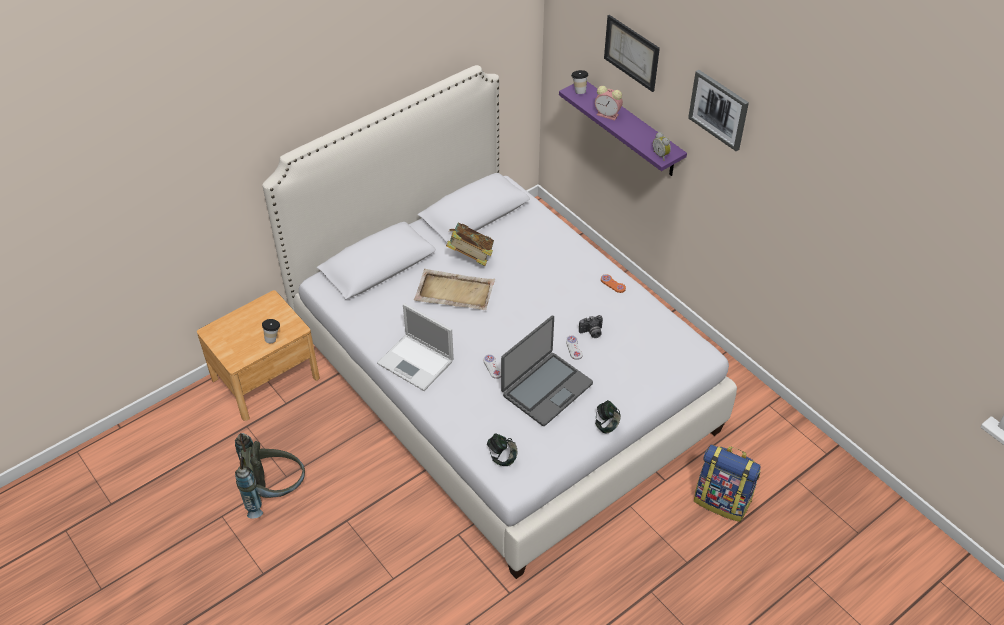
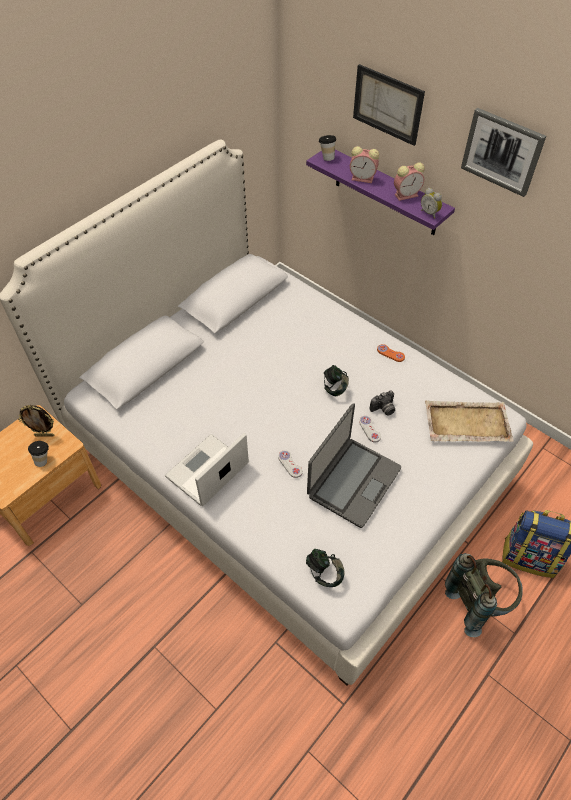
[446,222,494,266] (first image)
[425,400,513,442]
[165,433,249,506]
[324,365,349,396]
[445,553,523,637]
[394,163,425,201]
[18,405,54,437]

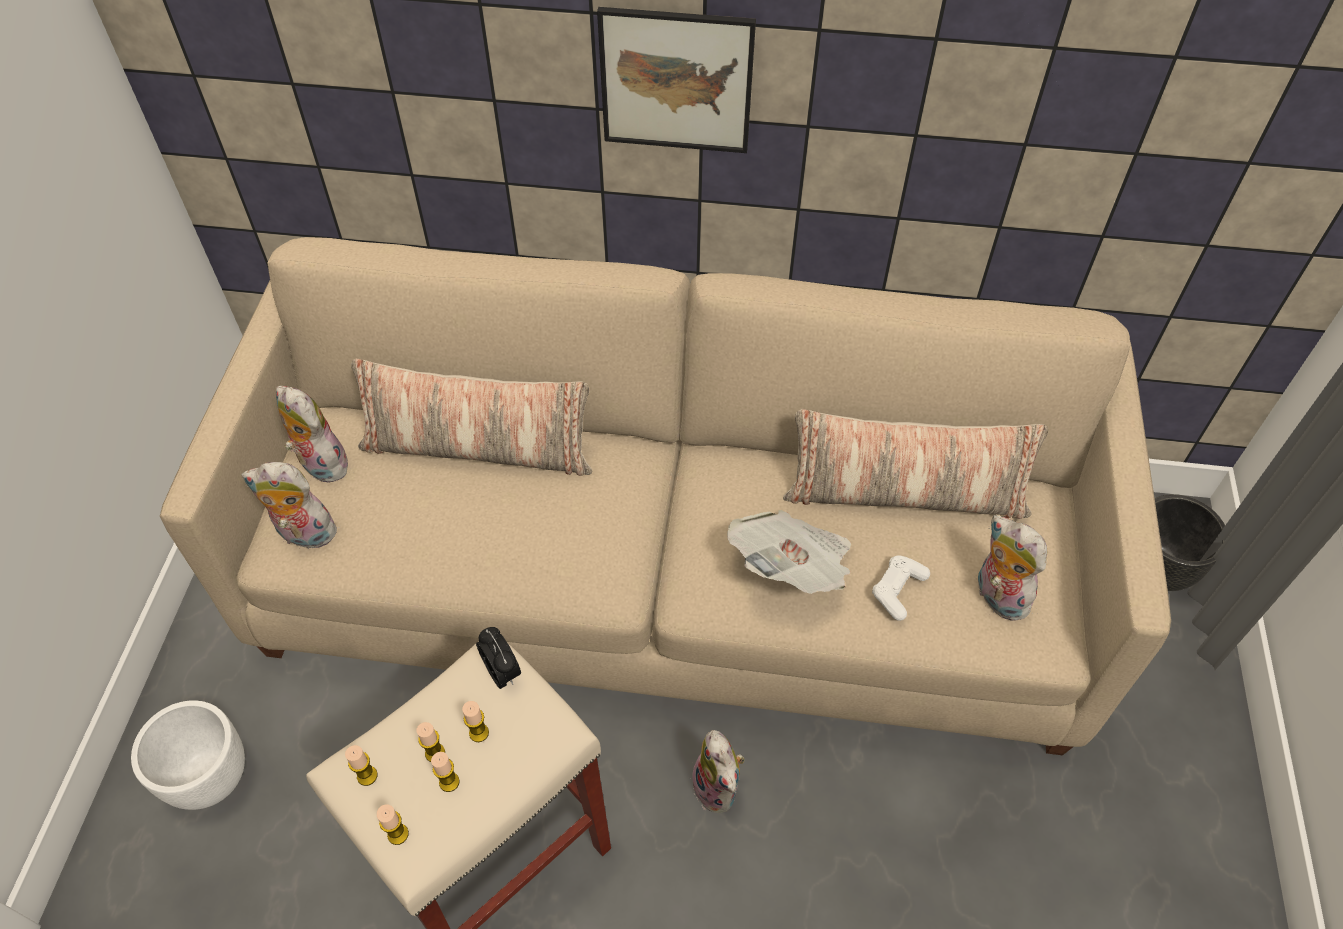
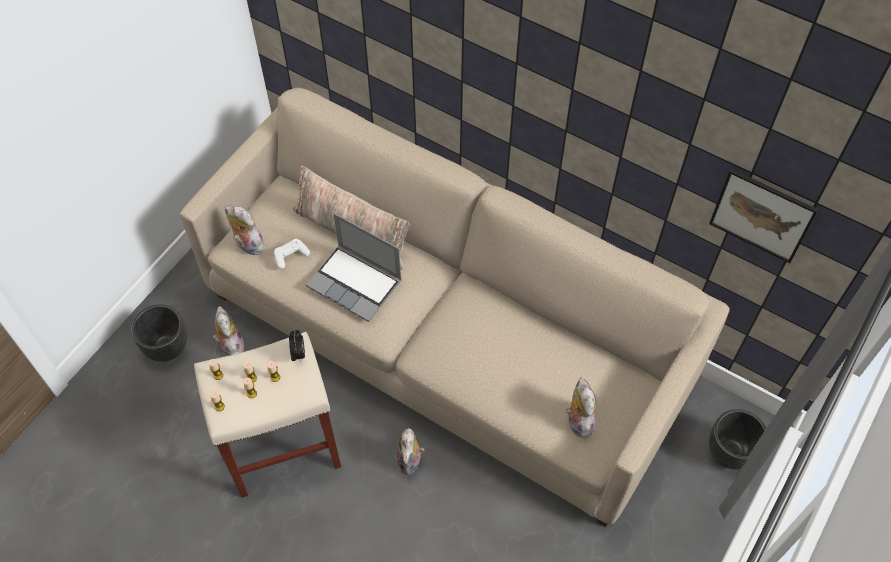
[709,169,819,263]
[213,306,245,356]
[783,409,1048,519] (first image)
[727,510,851,594] (first image)
[274,239,310,269]
[131,304,187,362]
[306,213,402,322]

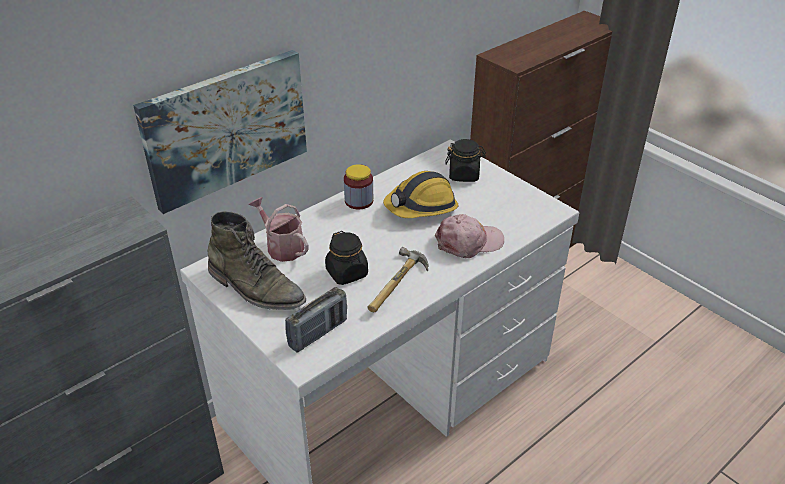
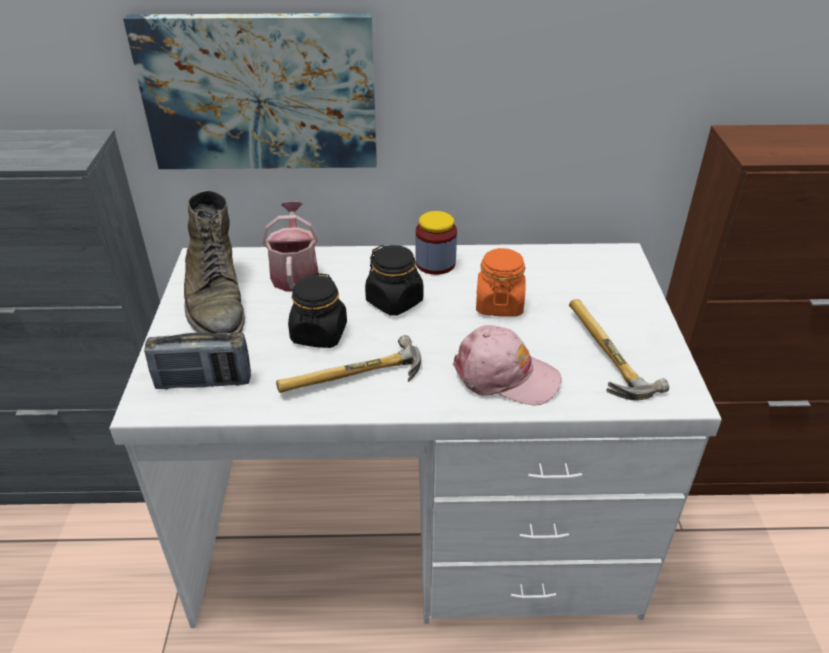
[365,245,423,316]
[476,248,526,317]
[569,299,669,401]

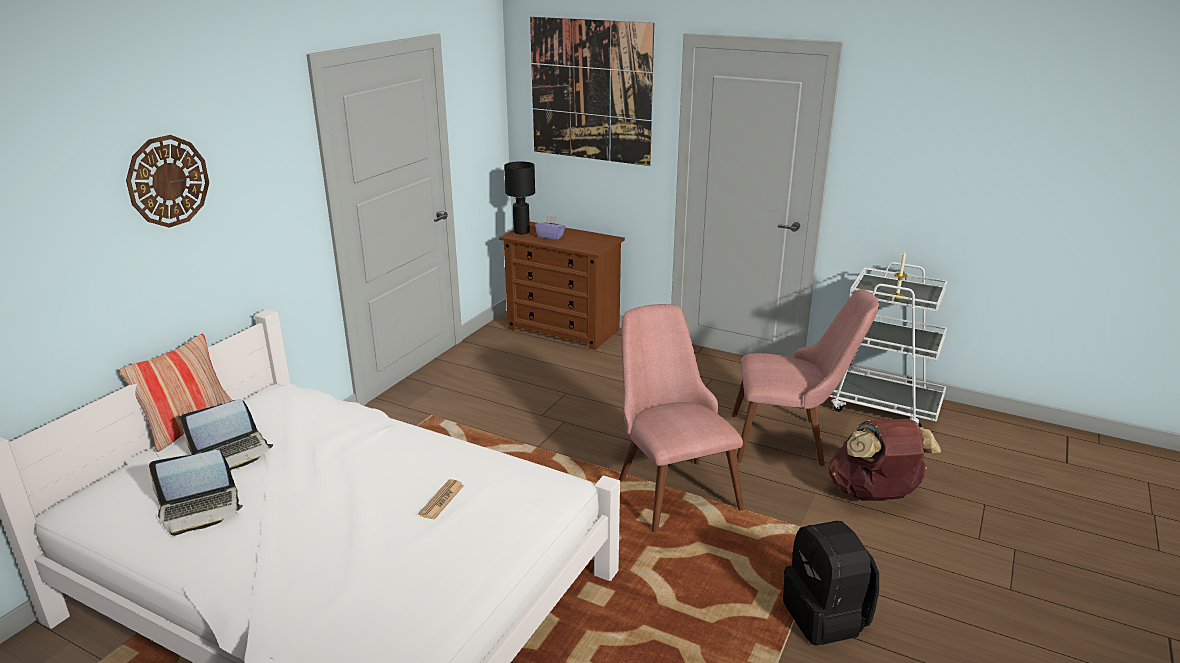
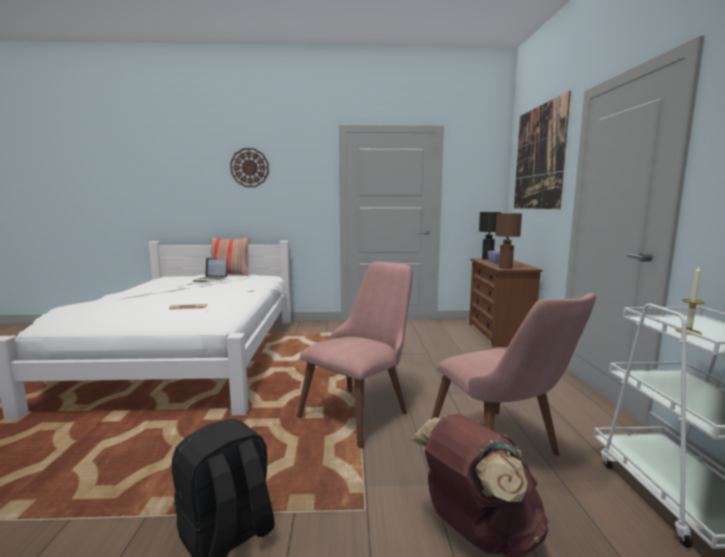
[149,450,243,536] (first image)
[495,213,522,269]

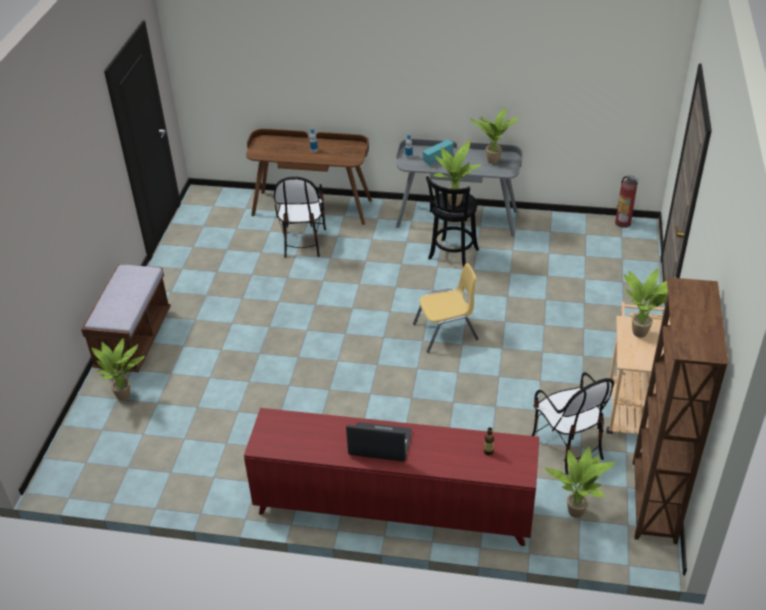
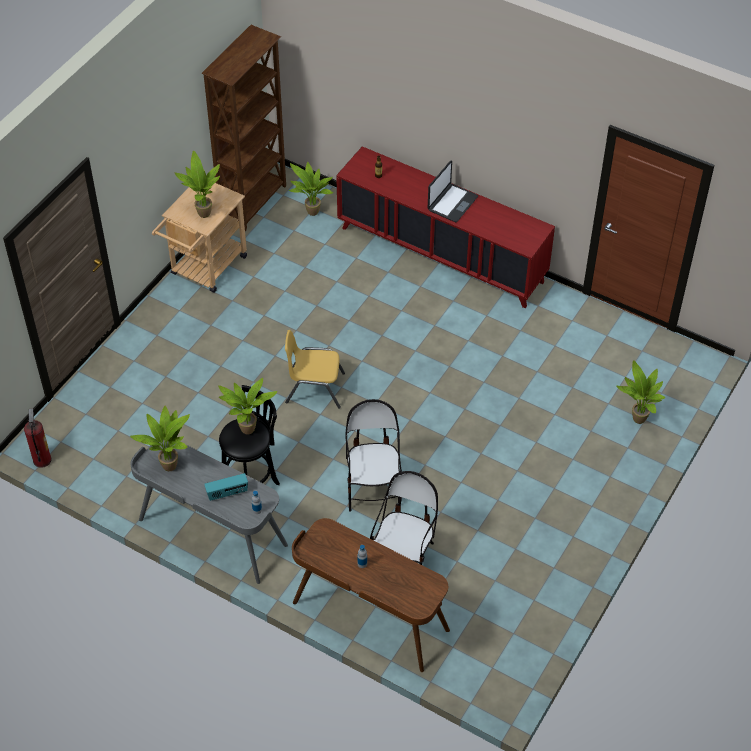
[81,264,171,372] (first image)
[345,399,402,511]
[428,161,478,222]

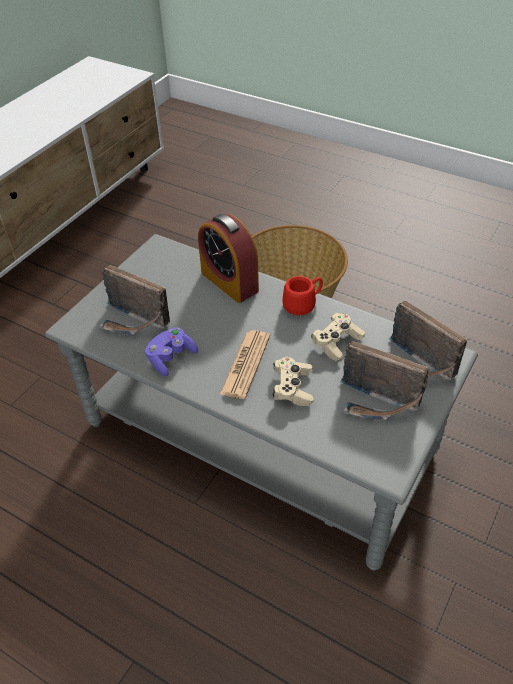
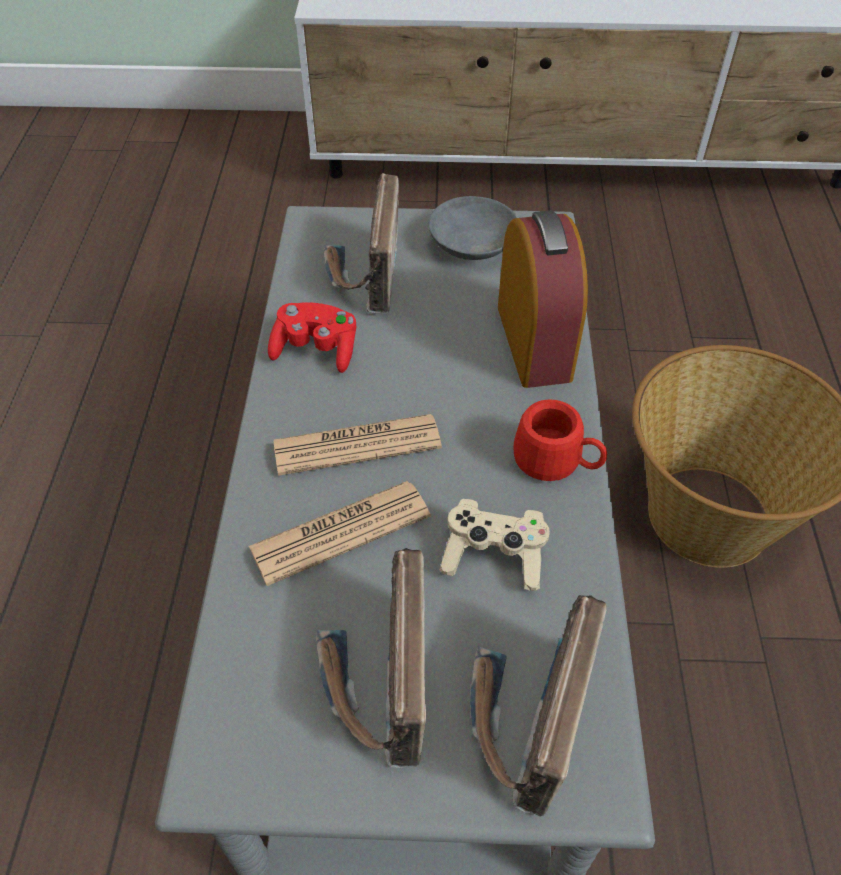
[498,210,588,388]
[268,303,356,373]
[249,481,431,586]
[428,196,518,260]

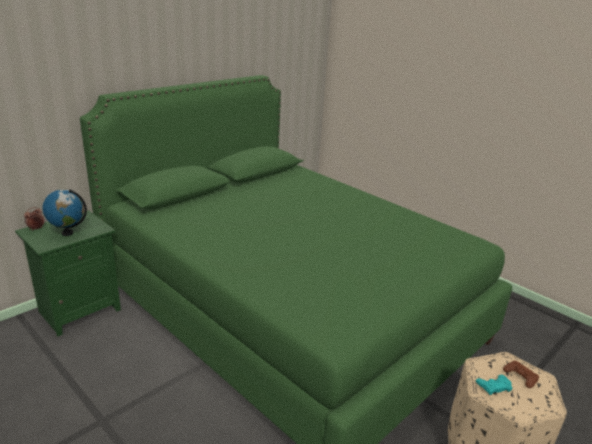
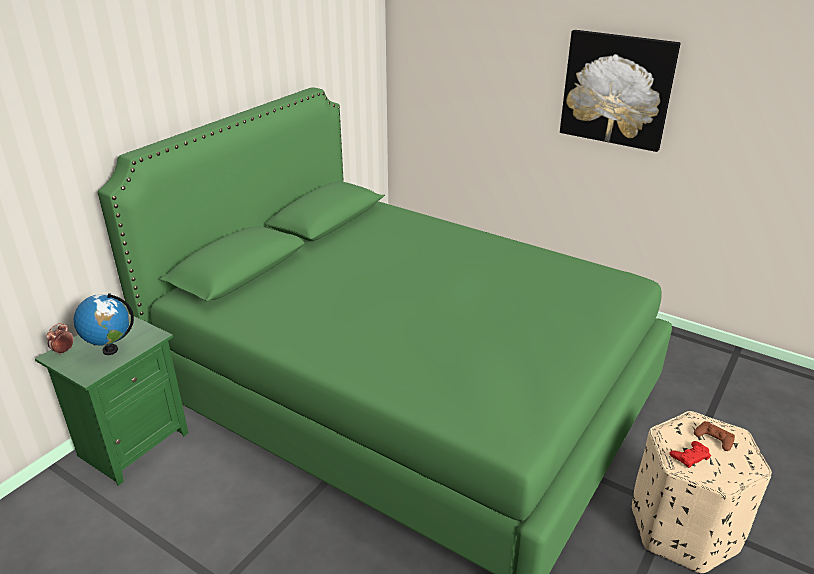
[669,441,711,468]
[560,30,681,152]

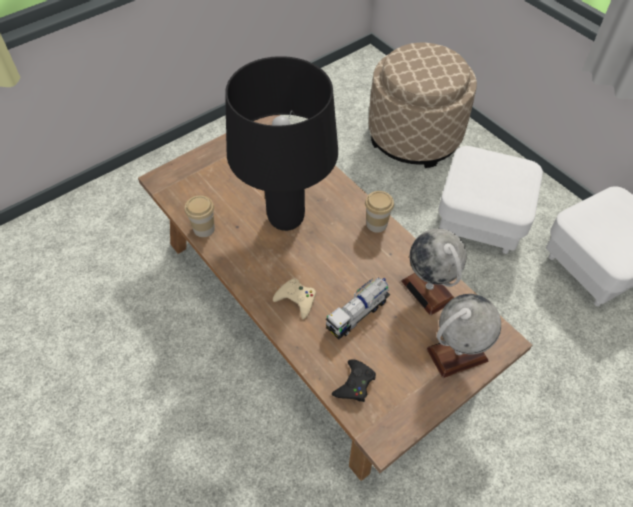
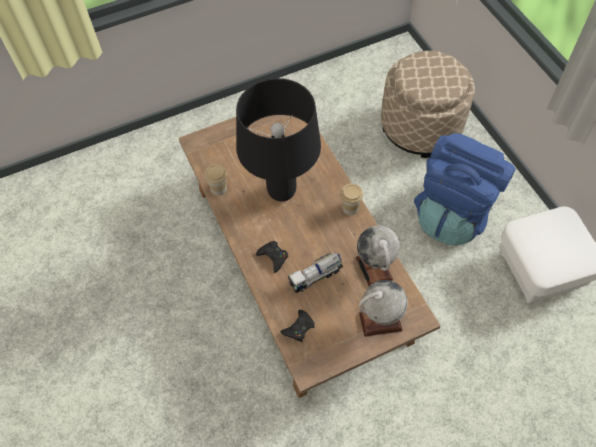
[414,133,516,245]
[256,241,288,273]

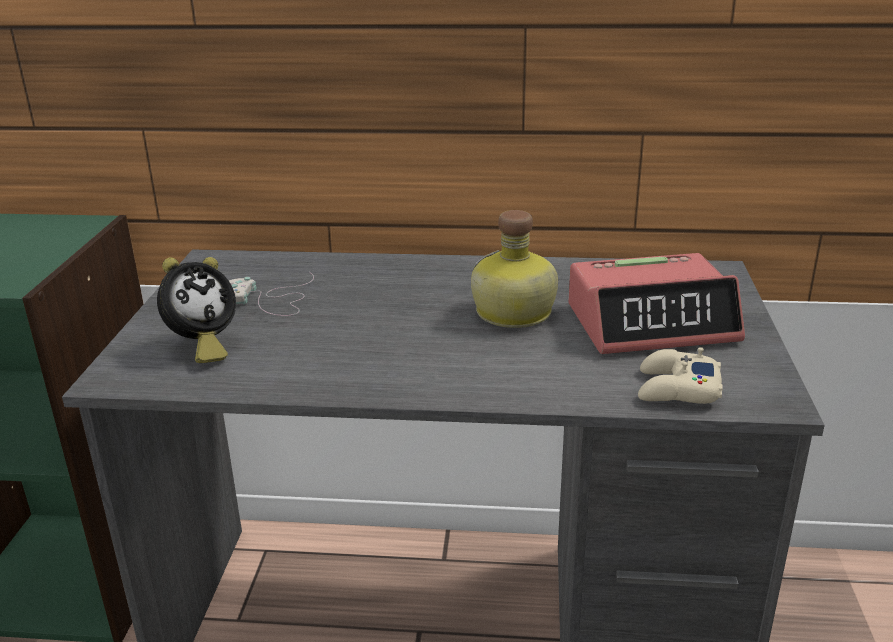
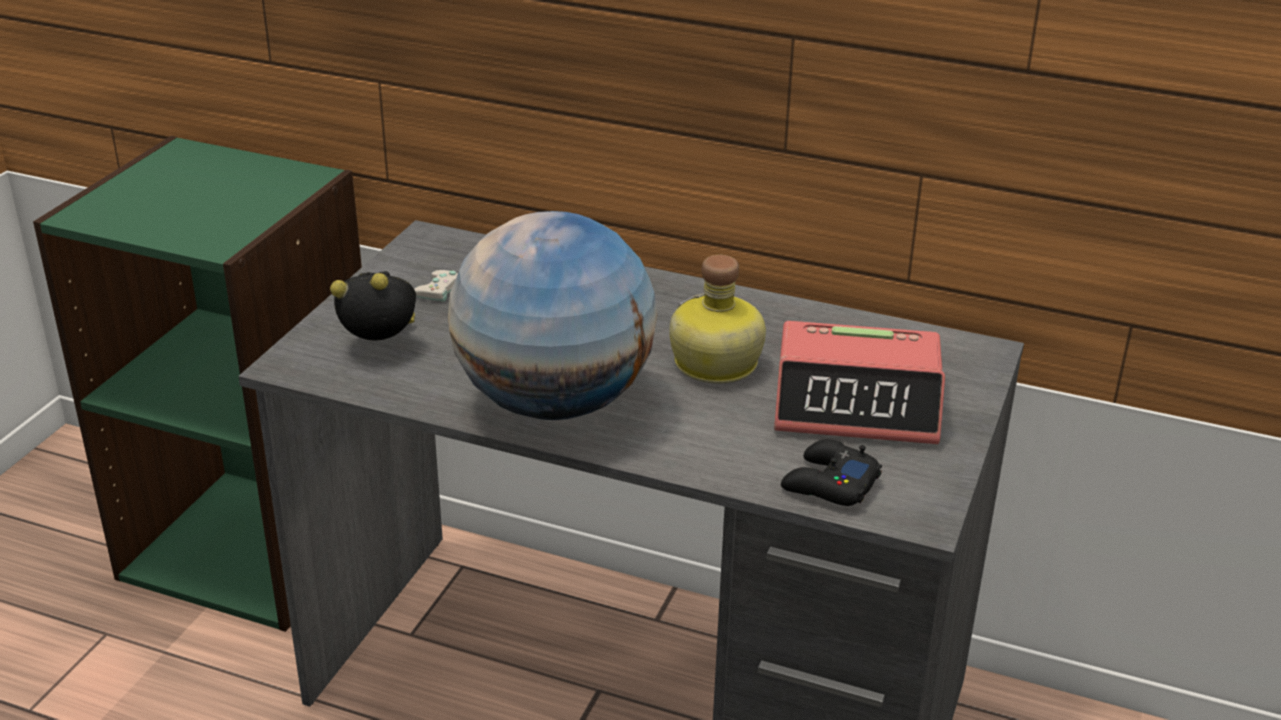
[330,271,416,341]
[781,439,882,506]
[448,211,657,420]

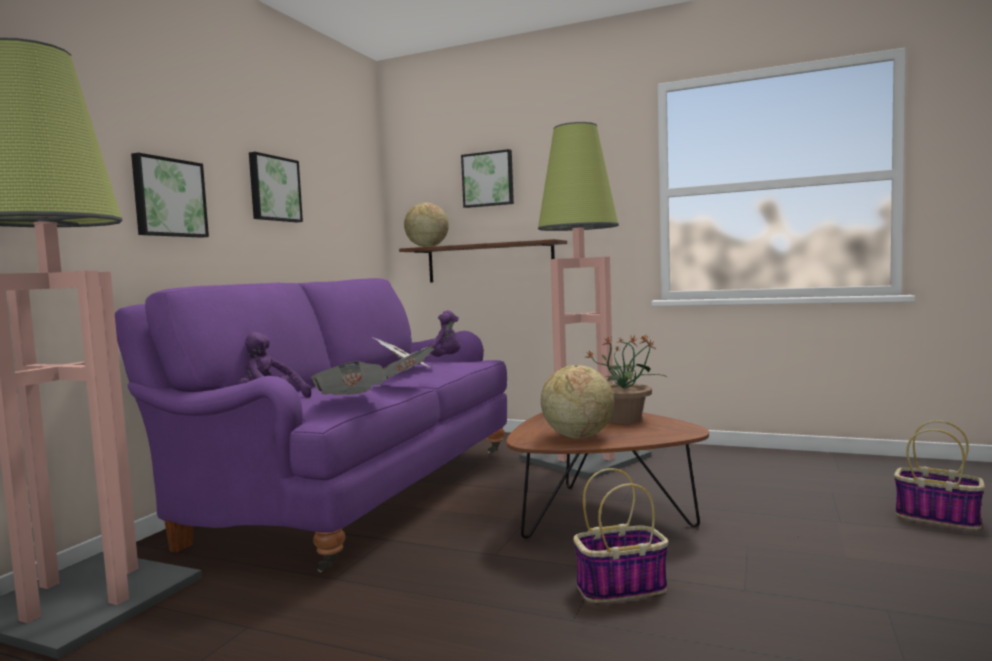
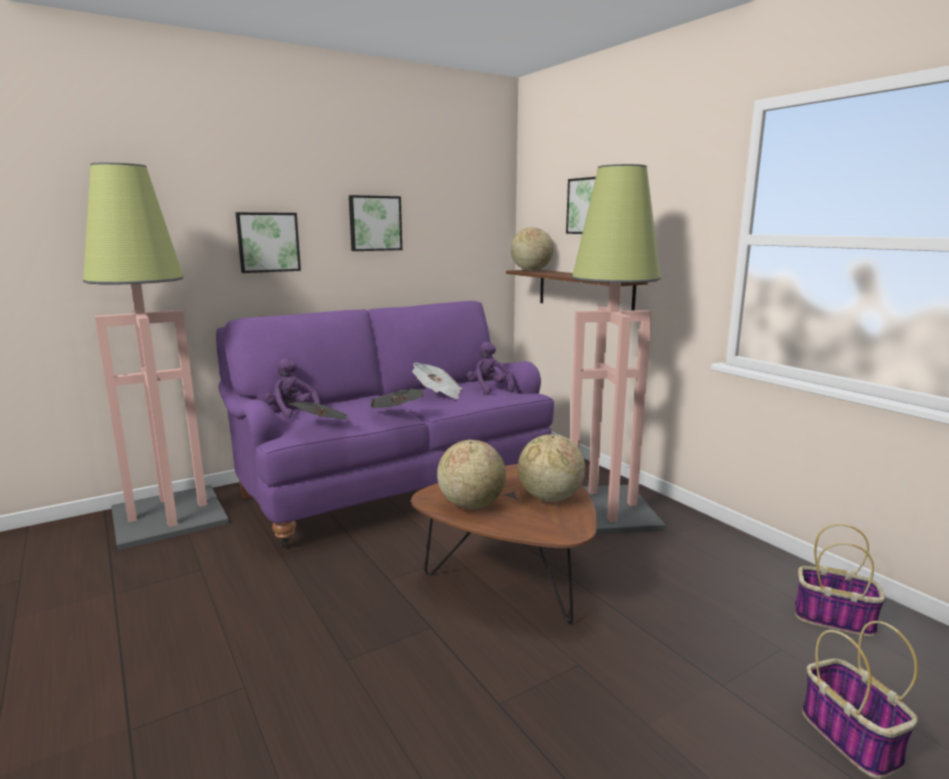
[467,342,514,395]
[518,434,585,502]
[795,524,886,637]

